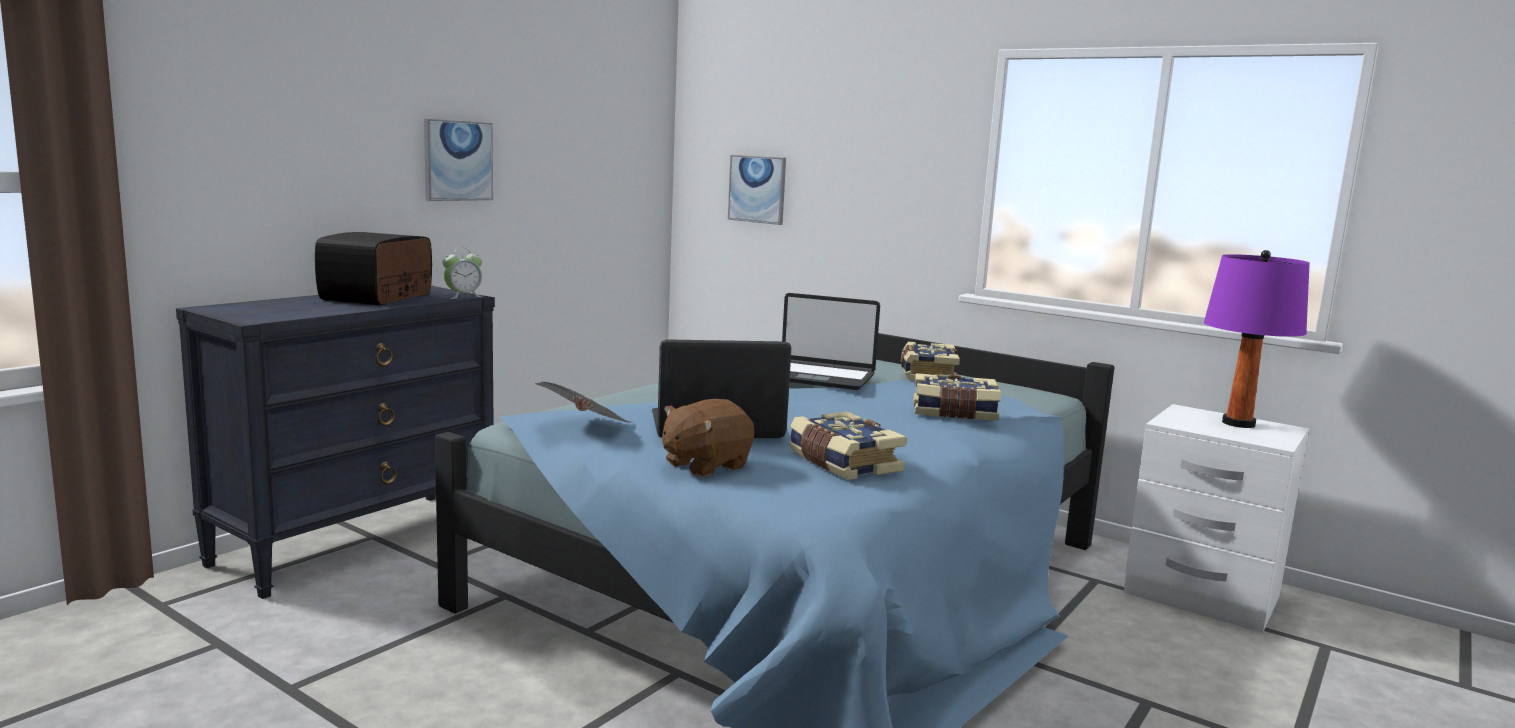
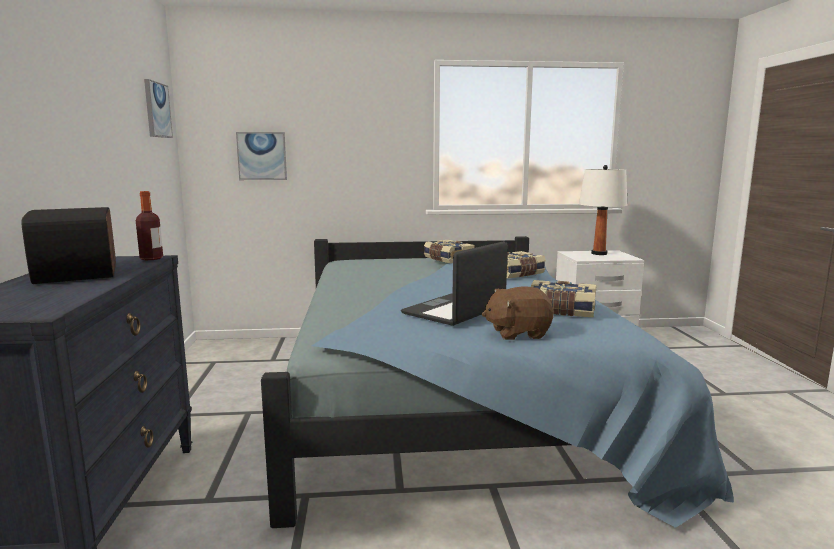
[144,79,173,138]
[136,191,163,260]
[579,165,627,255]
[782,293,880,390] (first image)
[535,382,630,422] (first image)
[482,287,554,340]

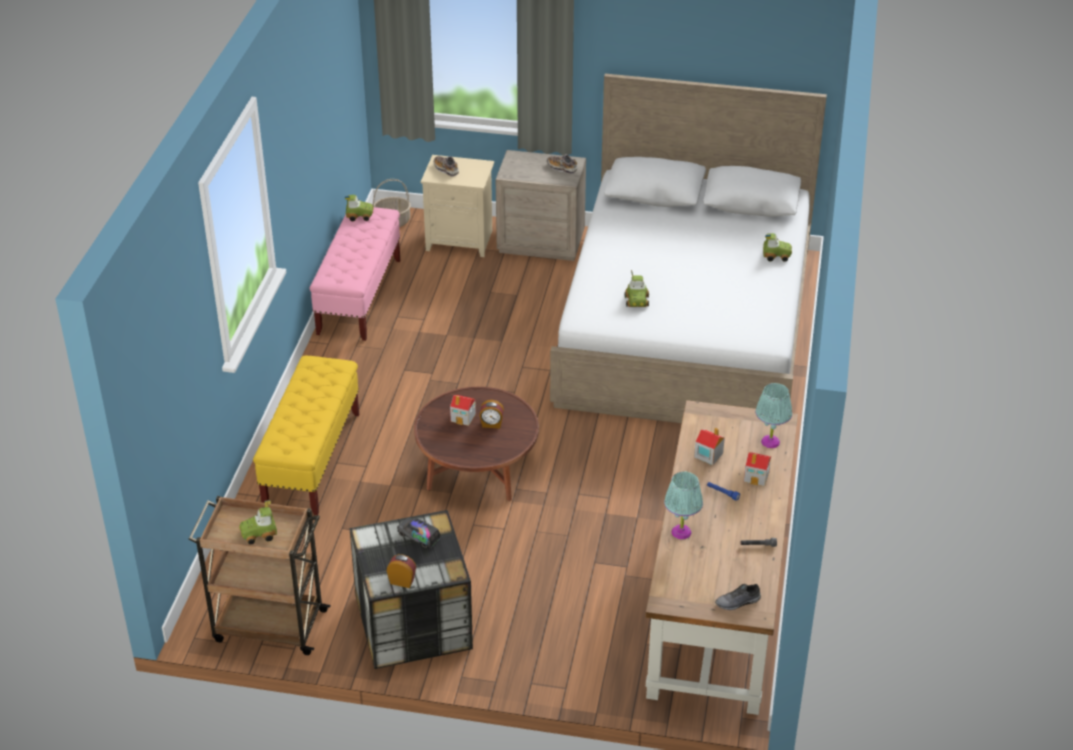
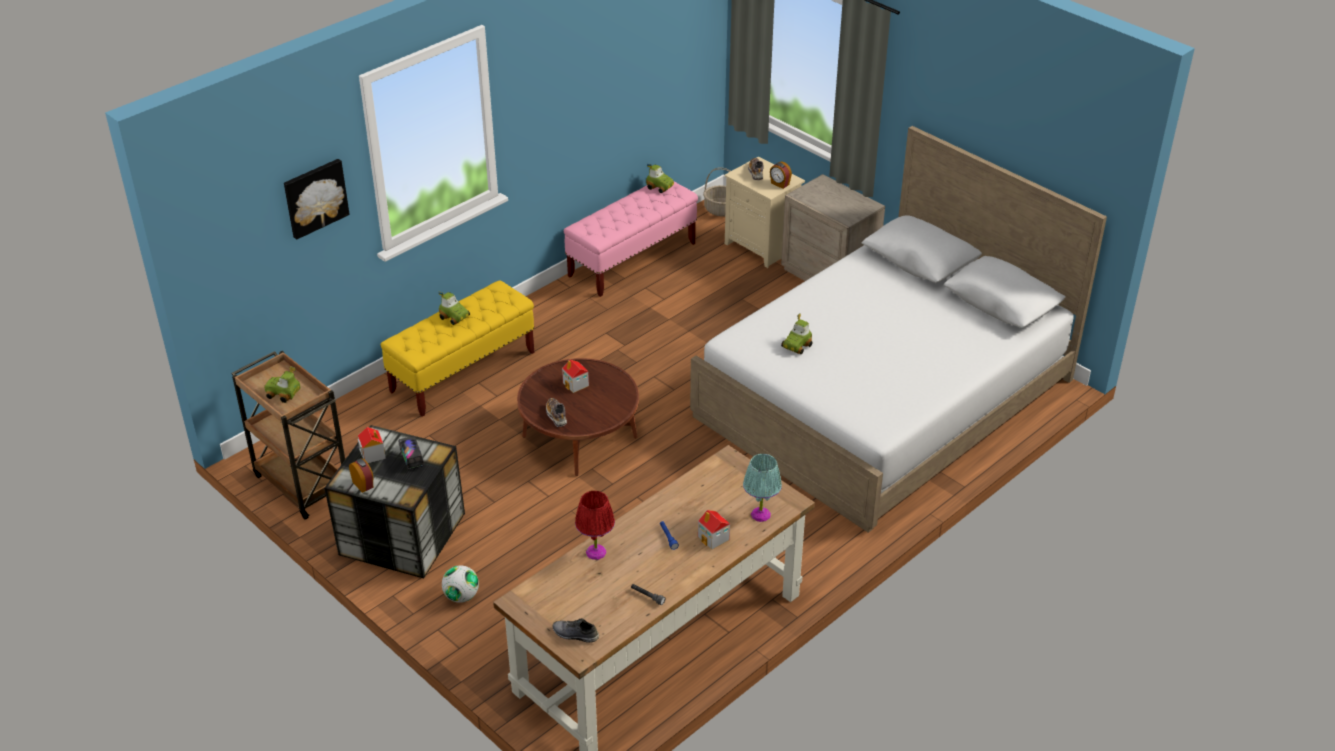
[546,398,567,427]
[439,292,470,325]
[770,161,792,189]
[358,427,386,463]
[575,491,615,560]
[284,159,350,240]
[442,565,479,603]

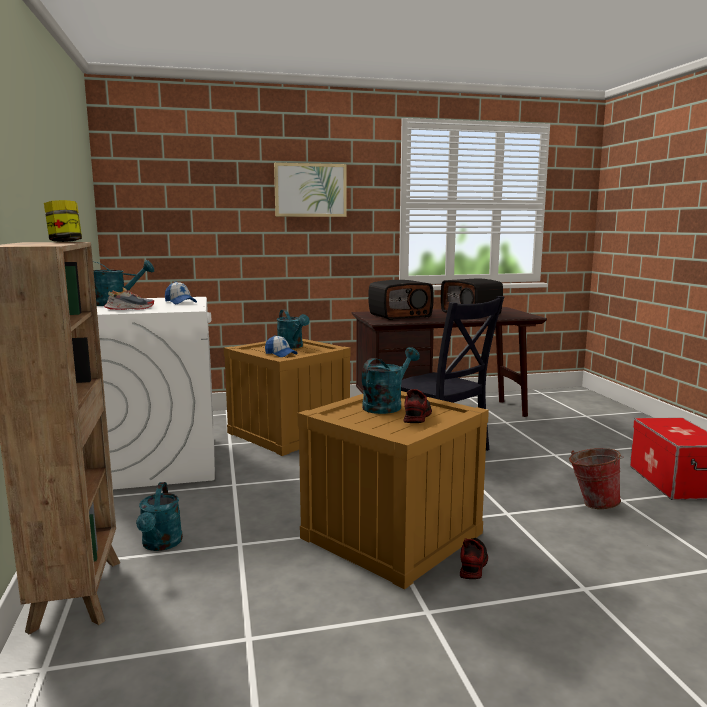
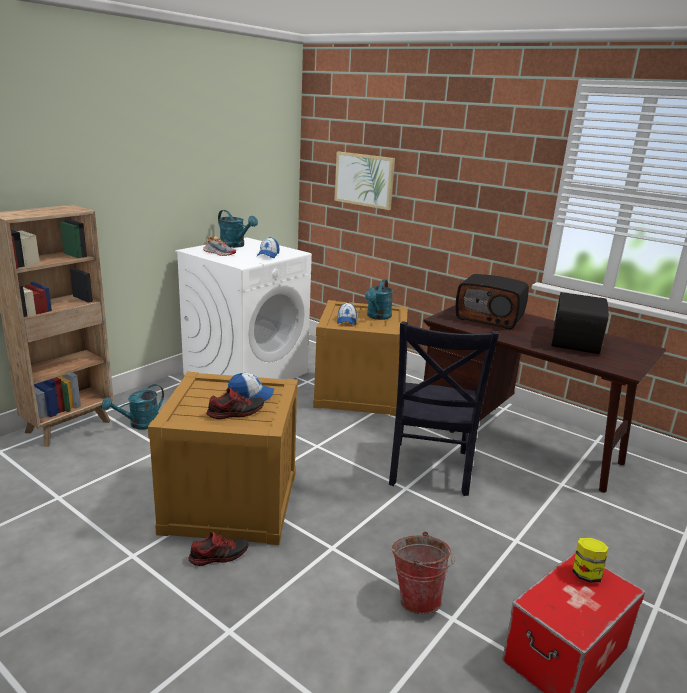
[334,152,395,210]
[572,537,609,583]
[228,373,274,401]

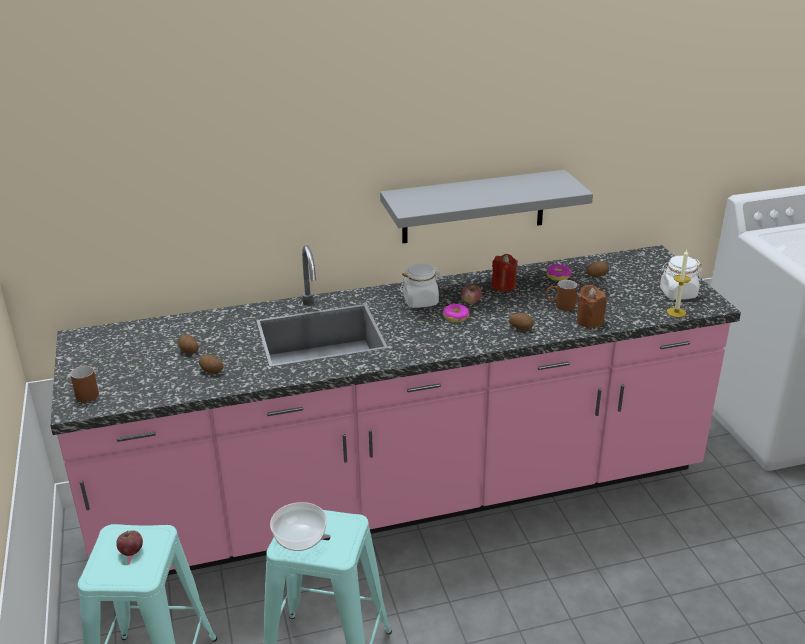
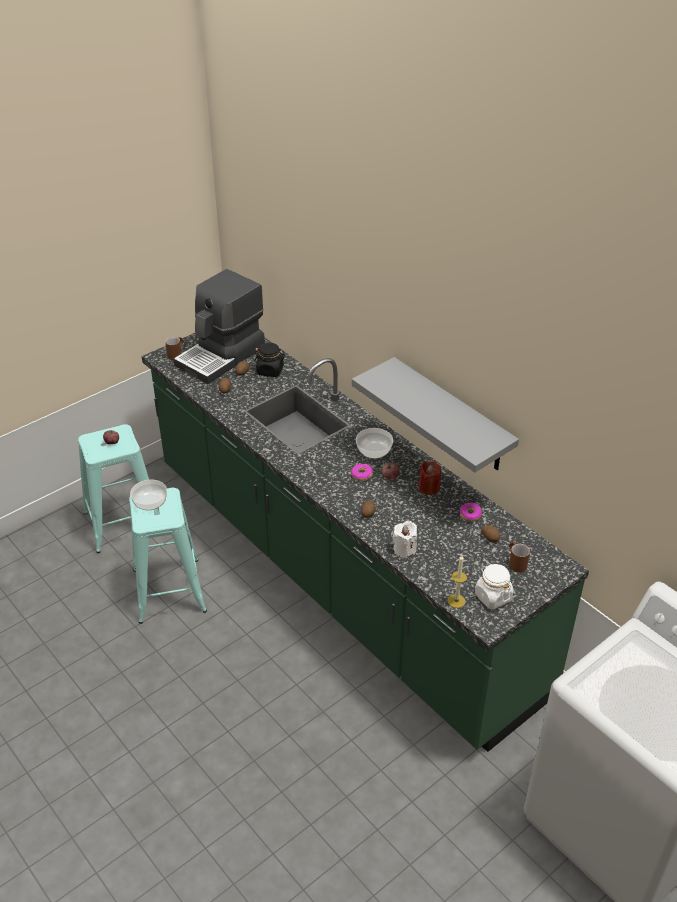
[142,333,589,752]
[356,428,393,459]
[509,542,530,573]
[393,521,417,558]
[173,269,265,384]
[254,343,285,377]

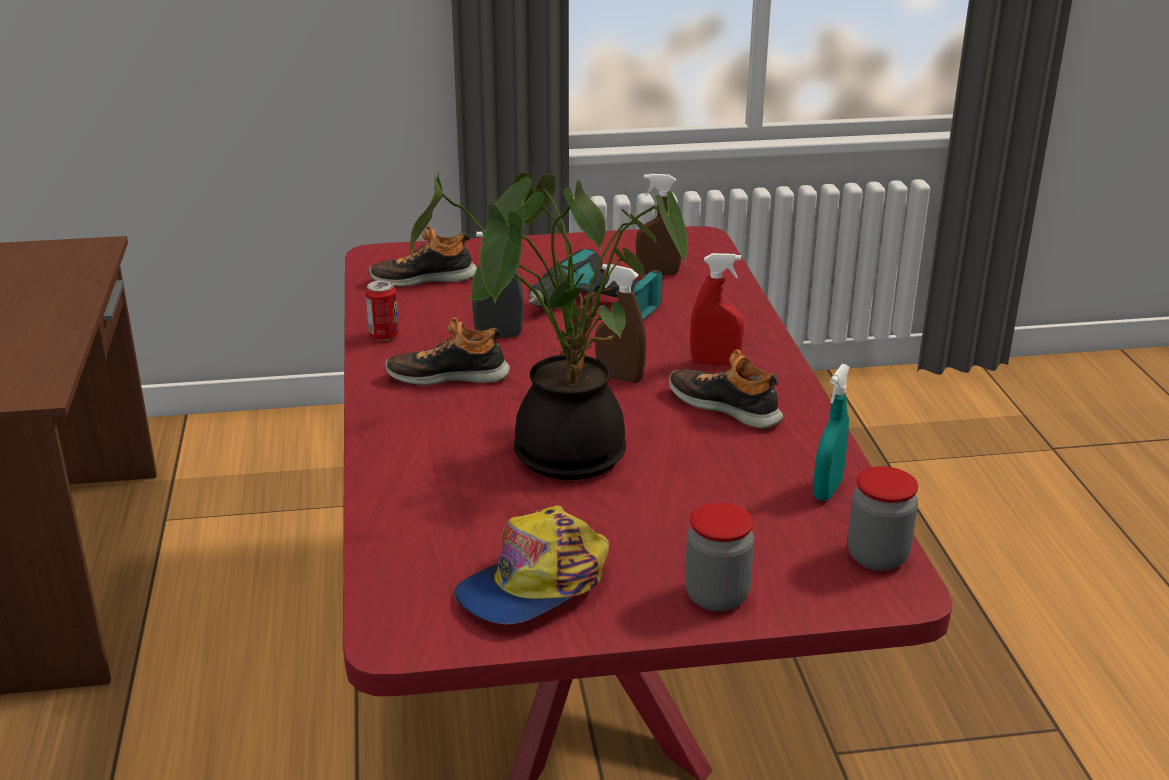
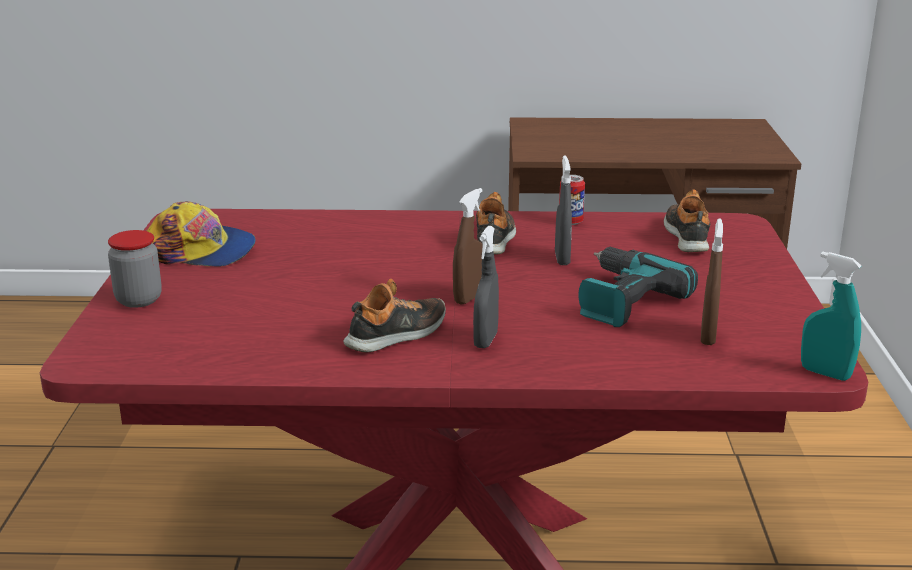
[410,171,688,480] (first image)
[473,226,499,348]
[801,251,861,381]
[848,466,918,571] (first image)
[147,201,256,267]

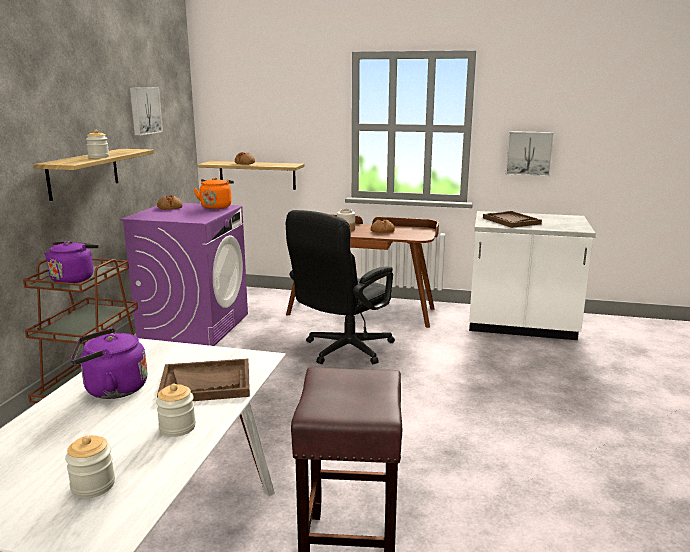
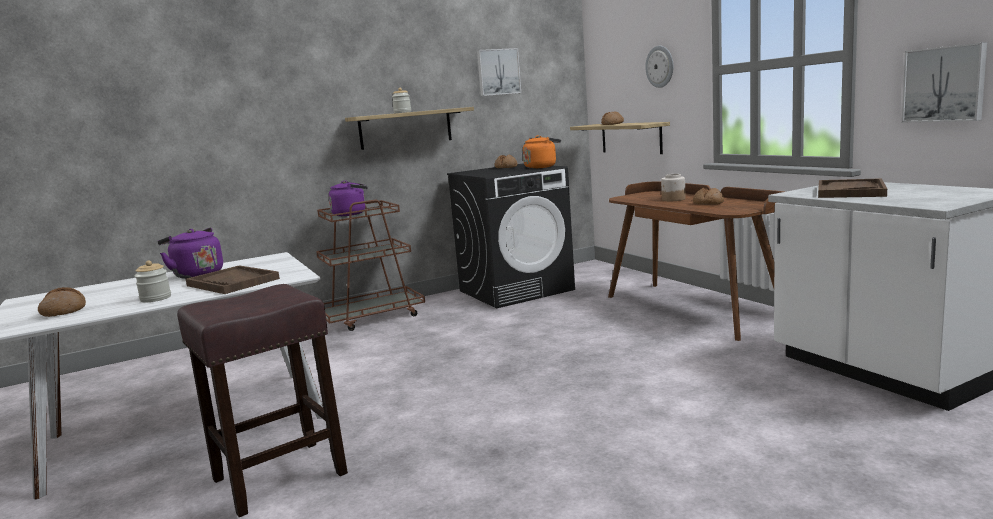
[447,164,575,309]
[286,210,395,364] (first image)
[38,287,86,317]
[645,46,673,88]

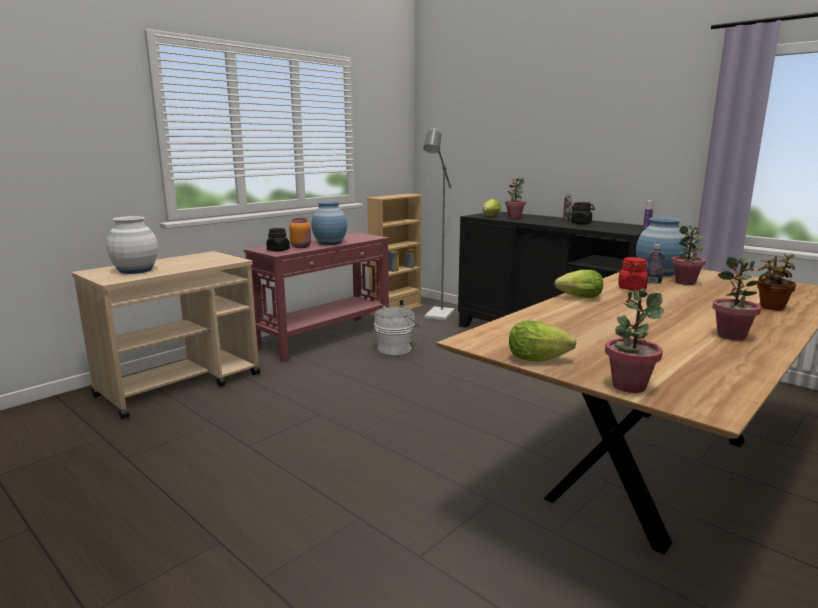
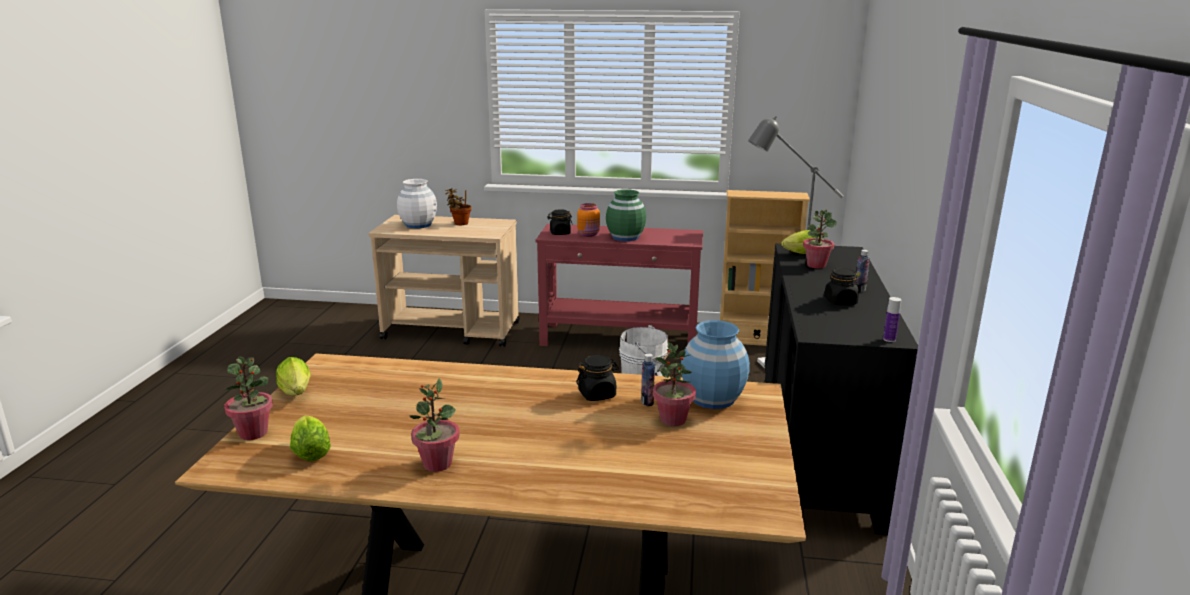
[606,189,646,241]
[446,188,471,225]
[576,355,619,401]
[290,415,331,461]

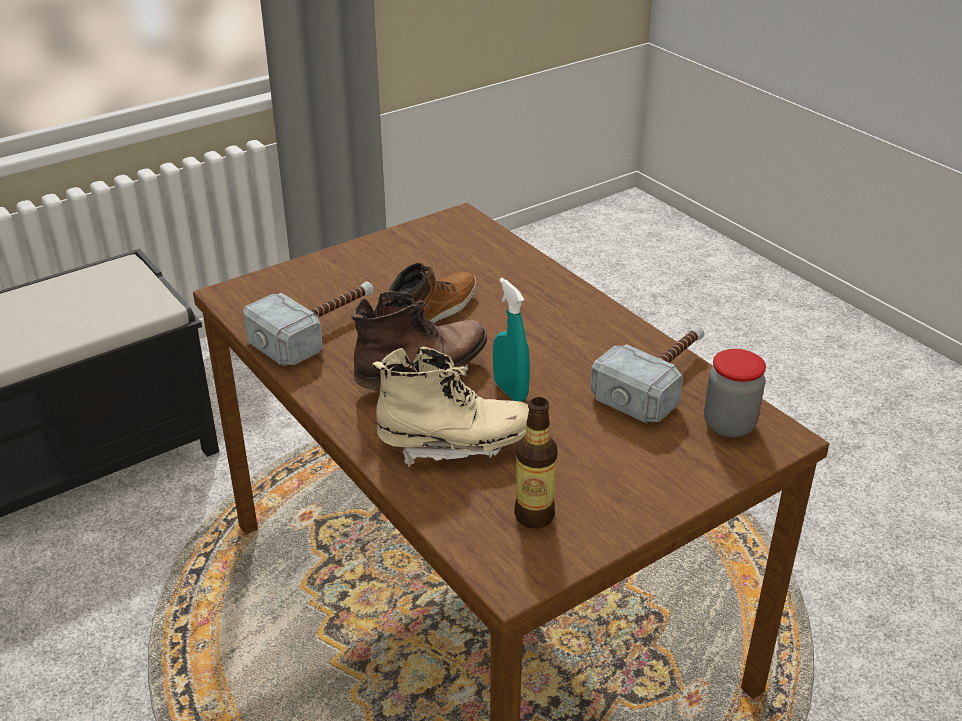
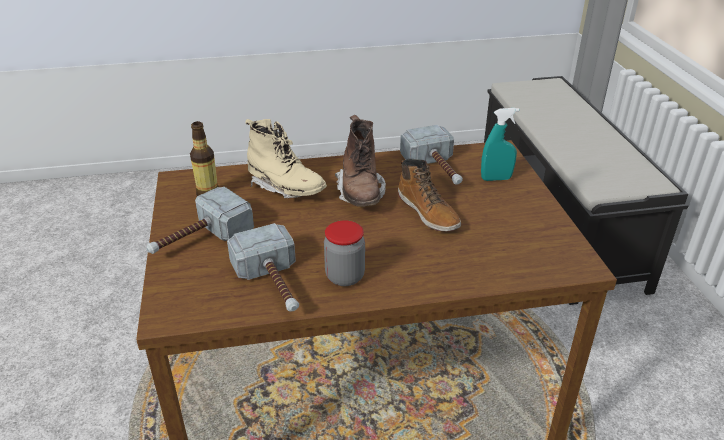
[481,108,519,181]
[246,119,327,198]
[324,220,365,286]
[146,186,254,254]

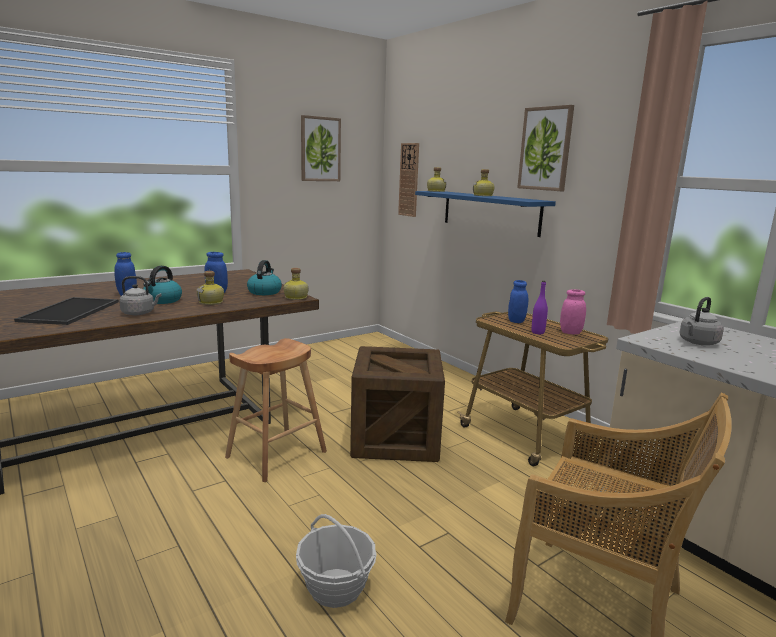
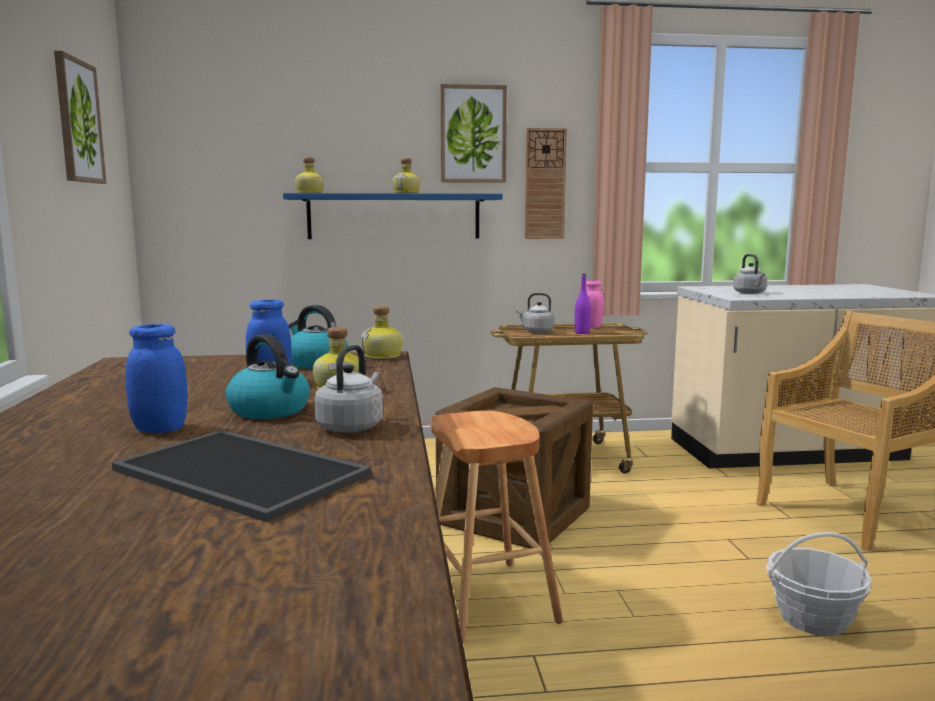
[525,128,567,239]
[516,293,555,333]

